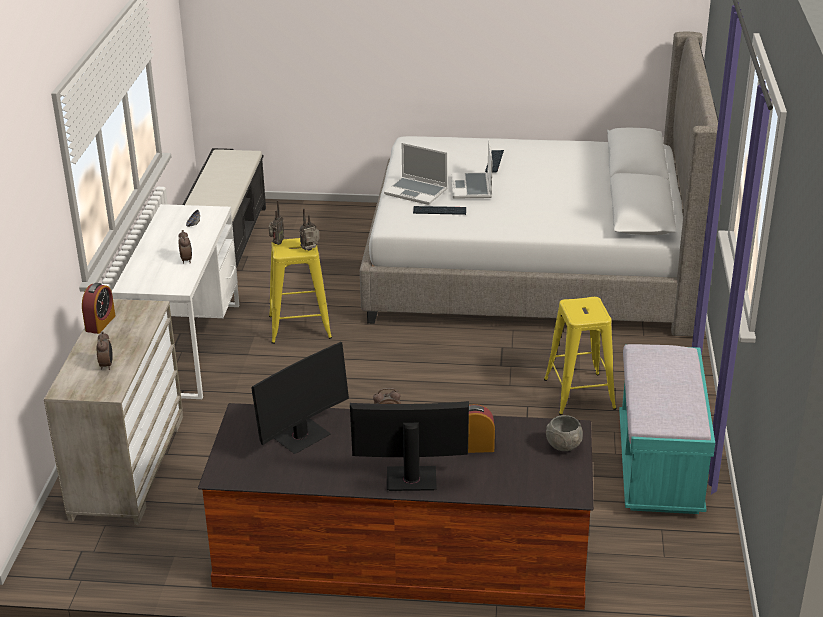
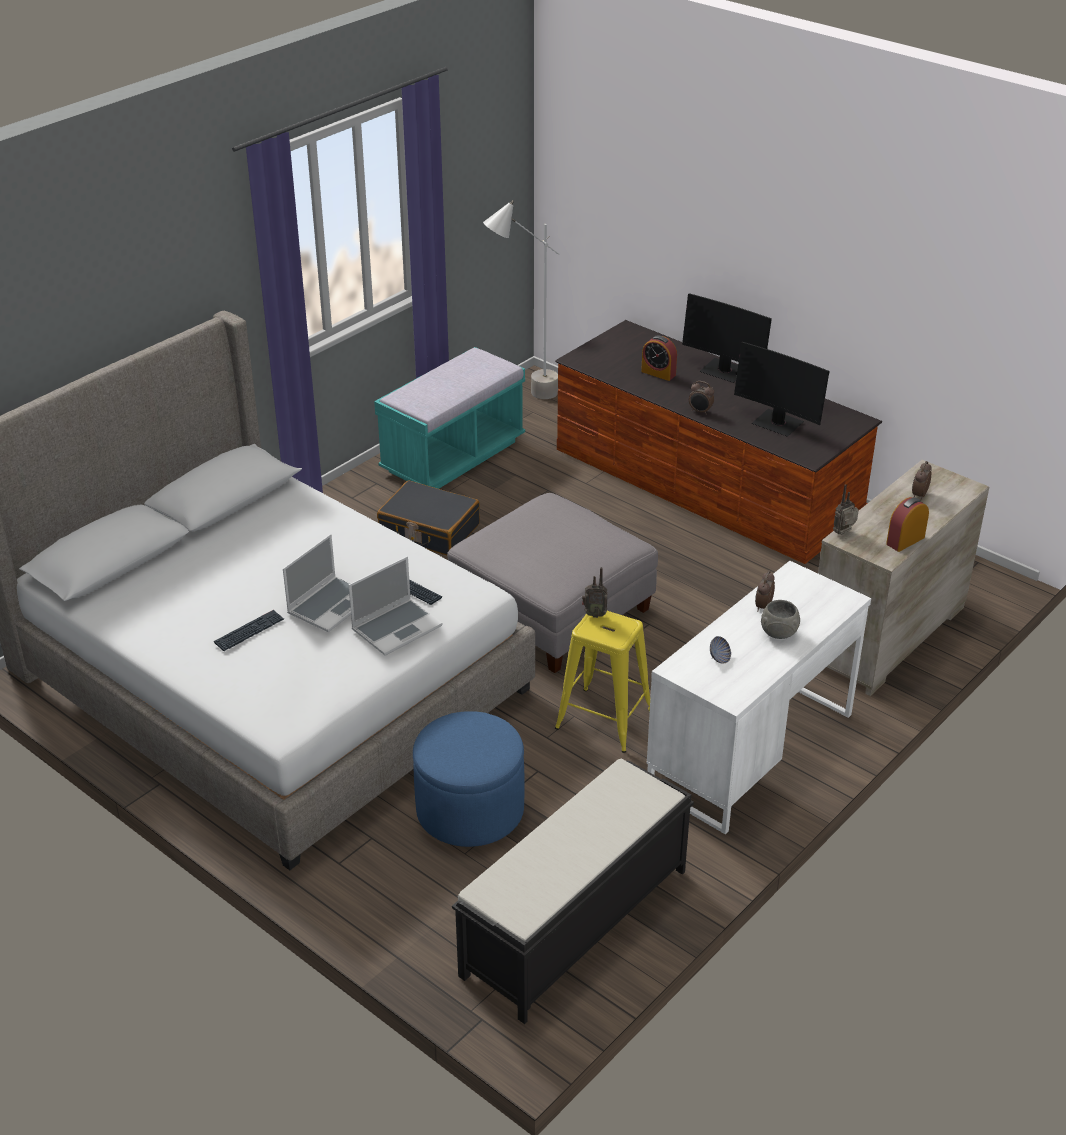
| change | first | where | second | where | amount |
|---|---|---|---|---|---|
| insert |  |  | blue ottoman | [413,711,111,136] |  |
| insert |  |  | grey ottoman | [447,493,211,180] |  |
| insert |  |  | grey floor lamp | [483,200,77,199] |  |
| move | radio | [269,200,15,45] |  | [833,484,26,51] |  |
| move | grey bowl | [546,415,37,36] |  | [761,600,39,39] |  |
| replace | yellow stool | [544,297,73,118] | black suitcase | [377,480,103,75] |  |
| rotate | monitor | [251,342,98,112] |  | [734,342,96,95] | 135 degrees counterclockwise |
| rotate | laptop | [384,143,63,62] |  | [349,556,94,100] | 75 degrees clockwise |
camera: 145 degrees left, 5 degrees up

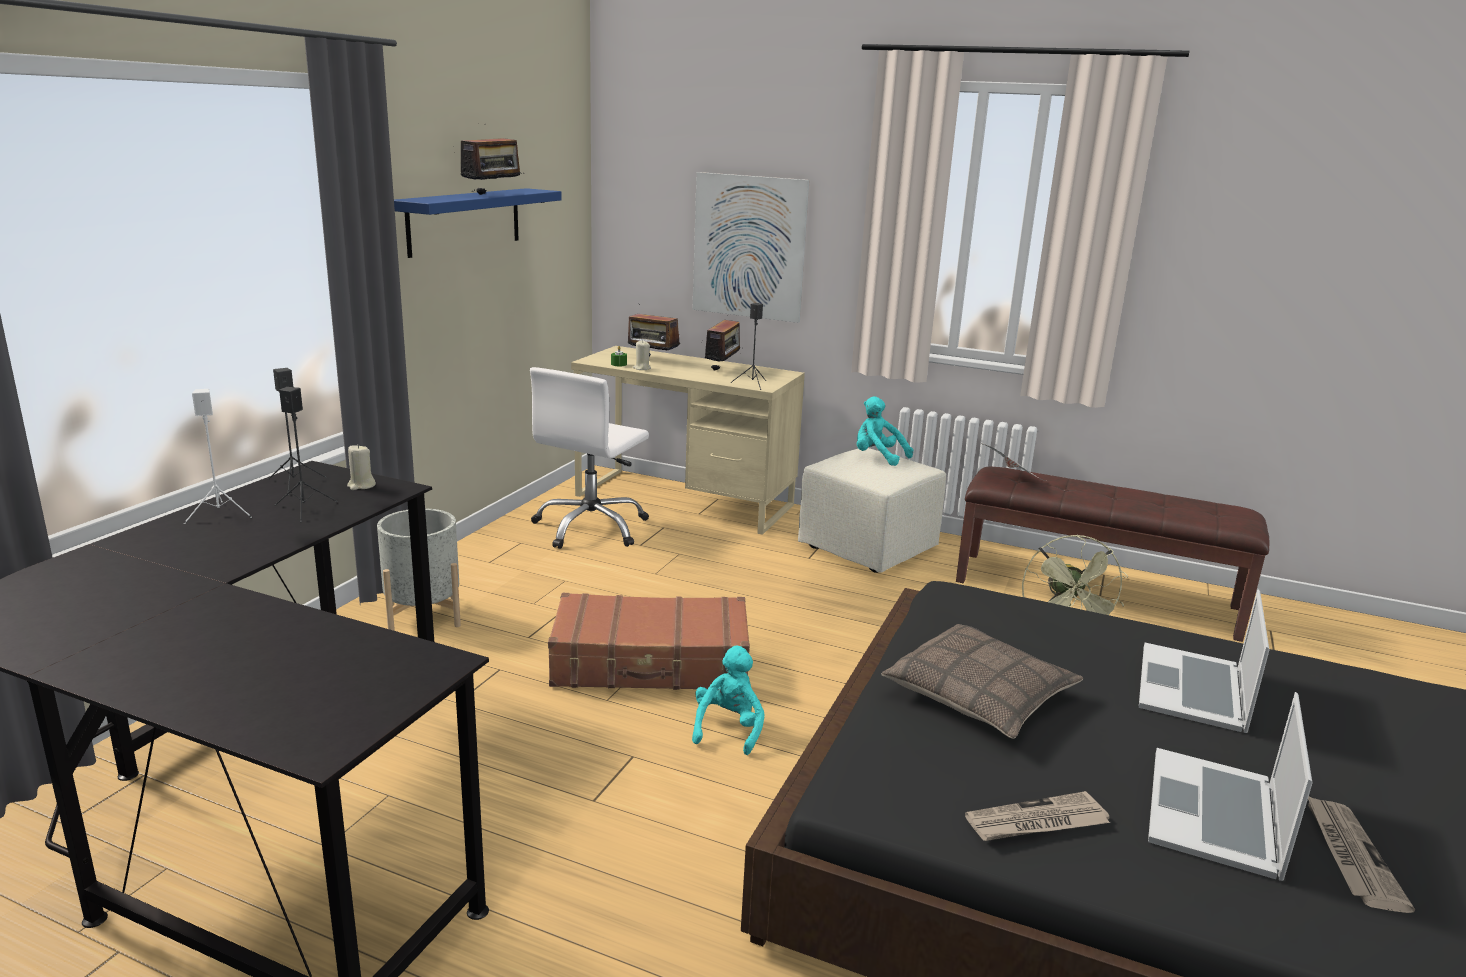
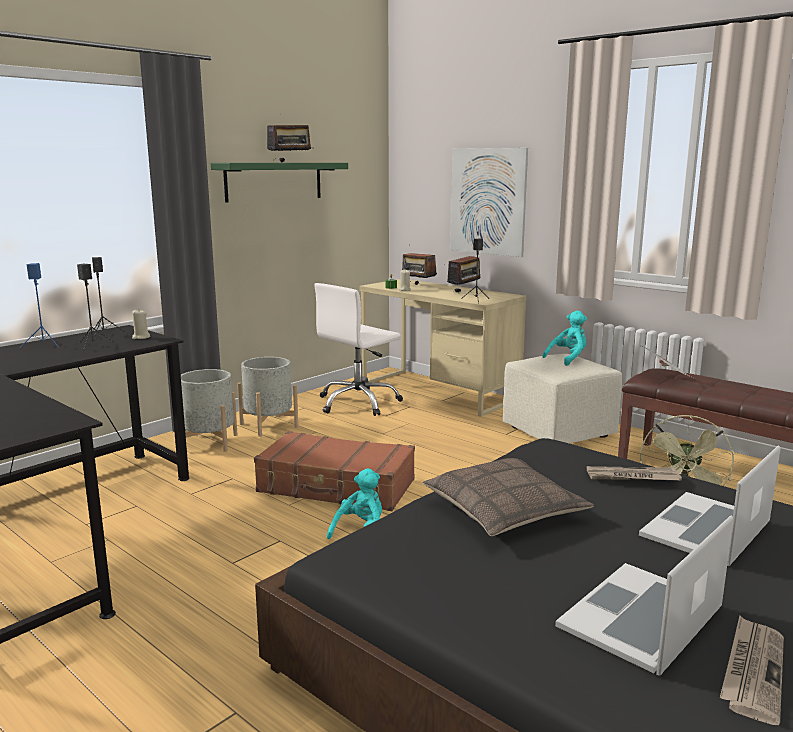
| change | first | where | second | where | amount |
|---|---|---|---|---|---|
| insert |  |  | grey planter | [237,357,61,80] |  |
| move | newspaper | [965,791,145,50] |  | [587,466,95,14] |  |
| recolor | white speaker | [184,389,68,135] | blue speaker | [20,263,40,85] |  |
| recolor | blue shelf | [394,188,168,70] | green shelf | [211,163,137,40] |  |
| rotate | turquoise plush toy | [857,396,56,70] |  | [542,311,45,55] | 90 degrees clockwise |
camera: 20 degrees right, 5 degrees down

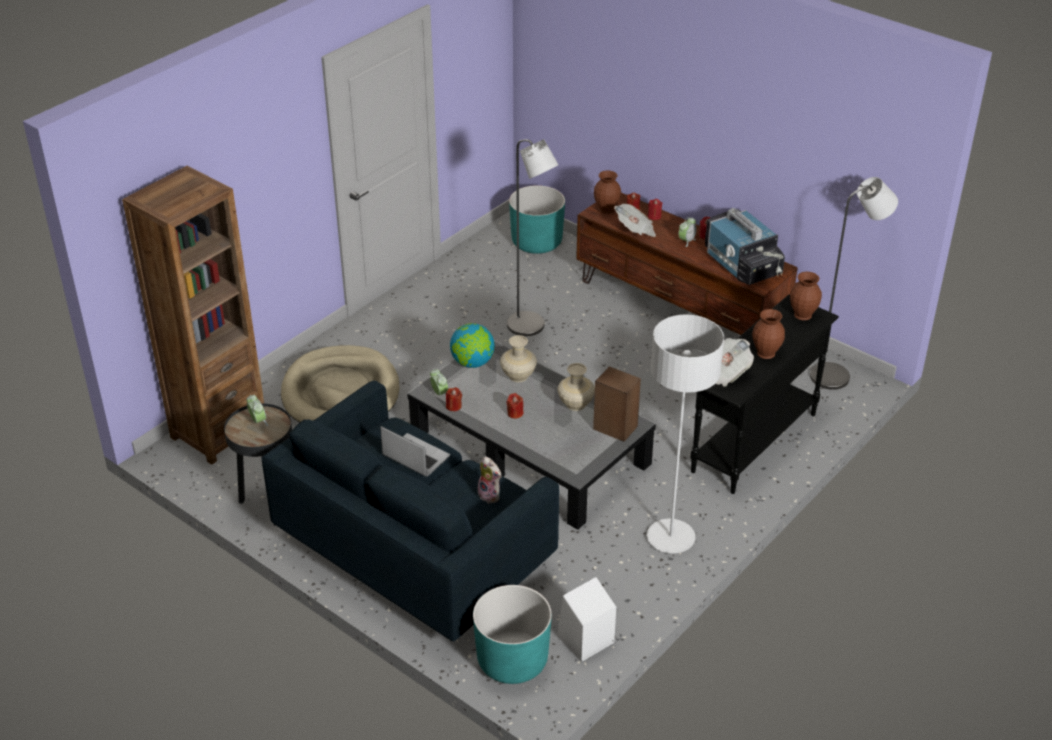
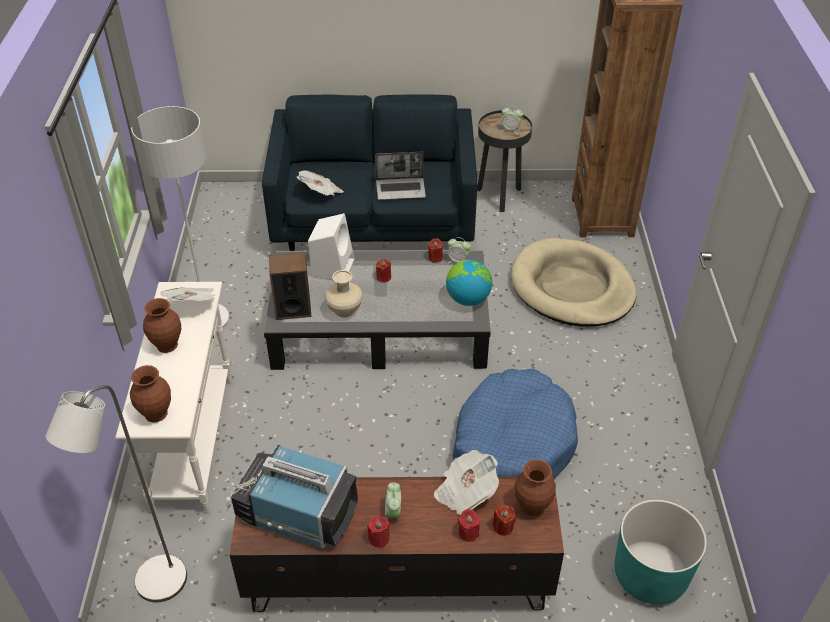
| change | first | where | second | where | amount |
|---|---|---|---|---|---|
| delete | turquoise planter | [473,585,79,99] |  |  |  |
| delete | beige vase | [500,335,37,47] |  |  |  |
| move | white speaker | [557,577,59,84] |  | [308,213,46,67] |  |
| replace | plush toy | [478,457,24,47] | newspaper | [297,170,47,26] |  |
| replace | grey floor lamp | [507,139,51,197] | blue dog bed | [452,368,126,112] |  |
| recolor | black console table | [690,294,149,200] | white console table | [115,282,117,231] |  |
camera: 140 degrees right, 5 degrees up

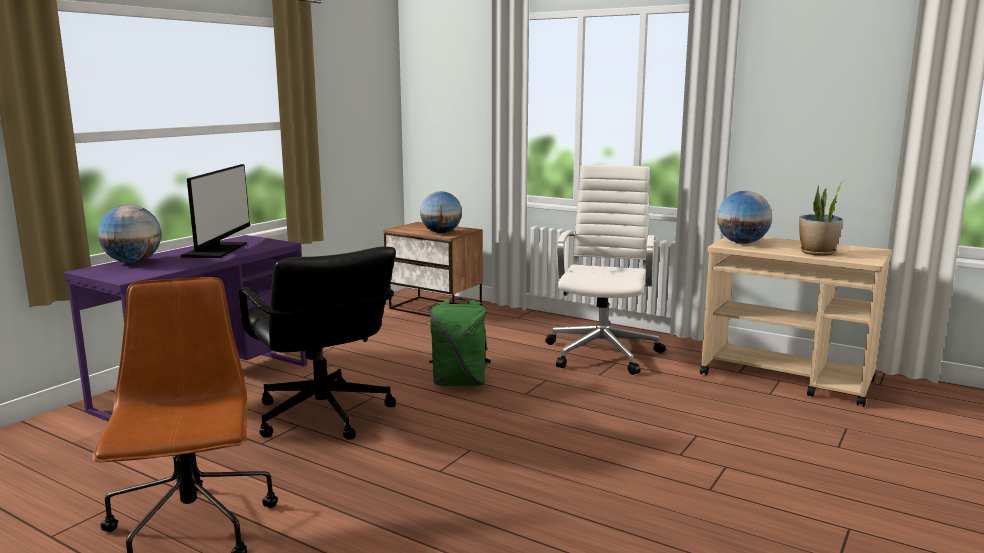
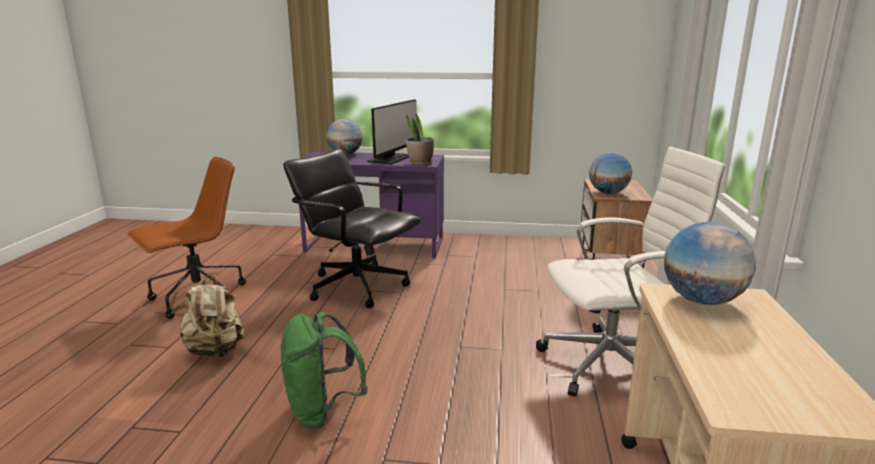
| change | first | where | second | where | amount |
|---|---|---|---|---|---|
| insert |  |  | beige backpack | [180,275,64,83] |  |
| move | green backpack | [429,298,62,88] |  | [281,312,87,116] |  |
| move | potted plant | [799,180,46,75] |  | [406,114,28,51] |  |
| rotate | monitor | [181,164,69,94] |  | [367,99,49,66] | 45 degrees counterclockwise |
| rotate | black office chair | [239,247,157,193] |  | [283,149,138,159] | 90 degrees clockwise |
camera: 65 degrees right, 5 degrees up

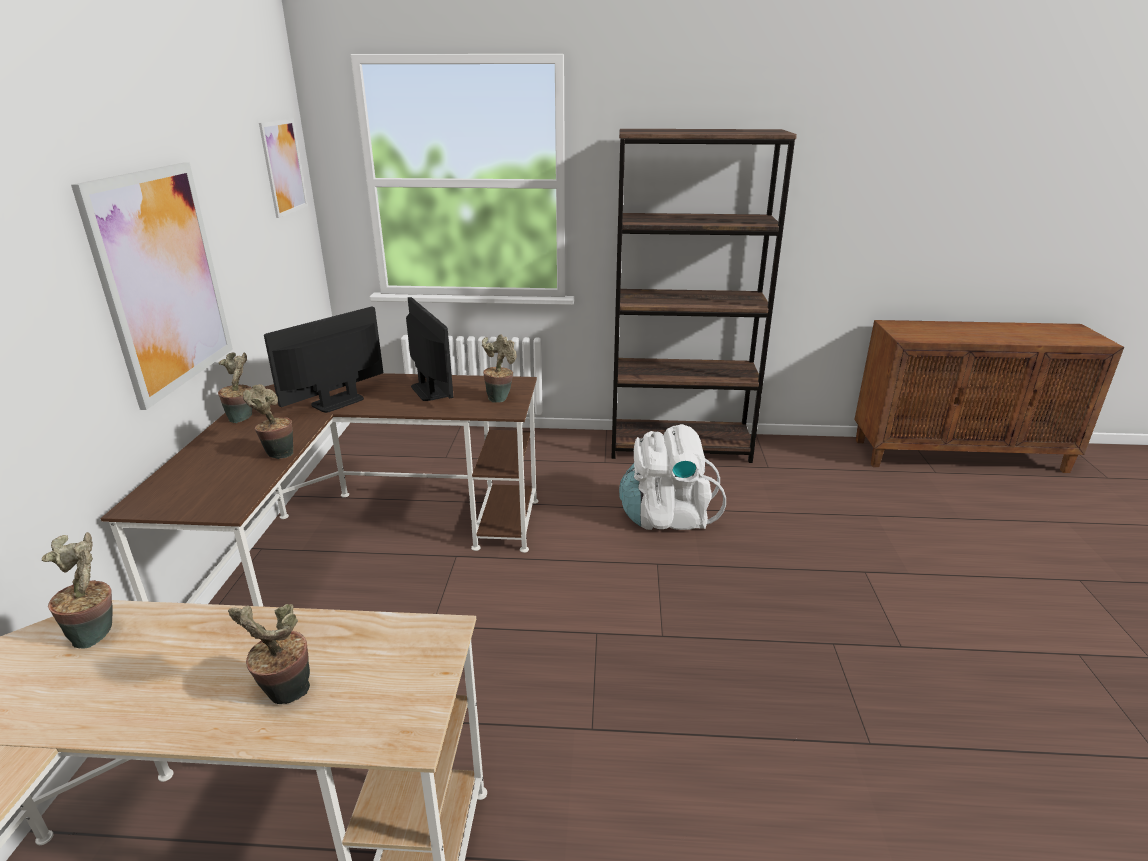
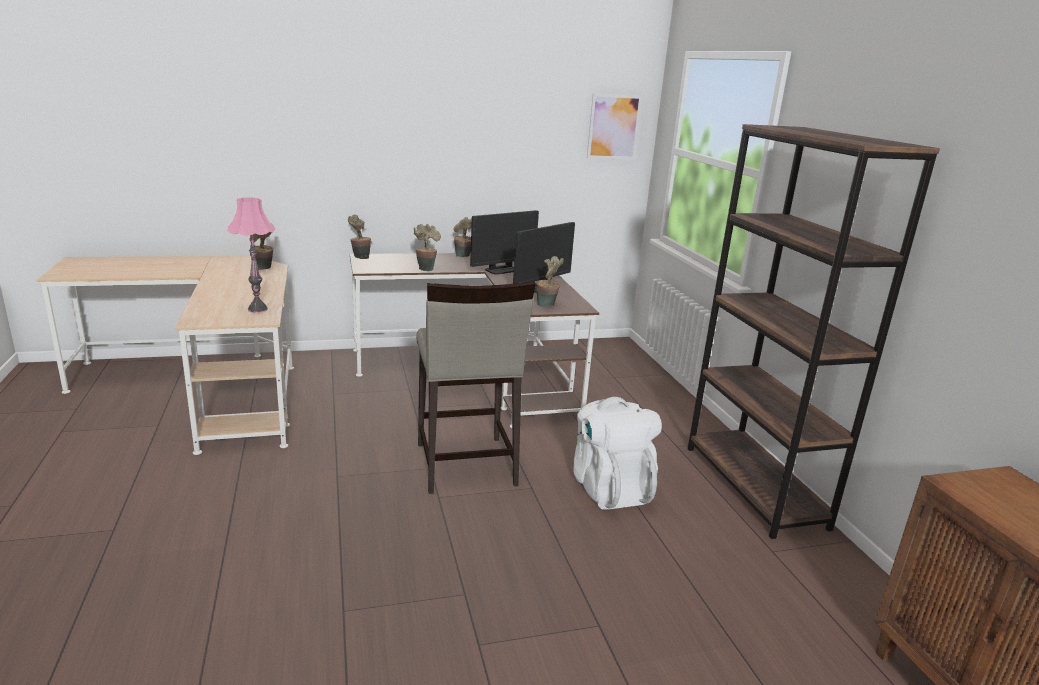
| change | first | where | second | where | amount |
|---|---|---|---|---|---|
| delete | picture | [71,163,162,247] |  |  |  |
| insert |  |  | pink table lamp | [227,197,48,116] |  |
| insert |  |  | beige stool | [416,282,119,212] |  |
| move | potted plant | [228,604,82,100] |  | [348,214,23,45] |  |
| rotate | monitor | [264,306,119,107] |  | [470,210,69,65] | 120 degrees clockwise |
camera: 70 degrees right, 5 degrees down

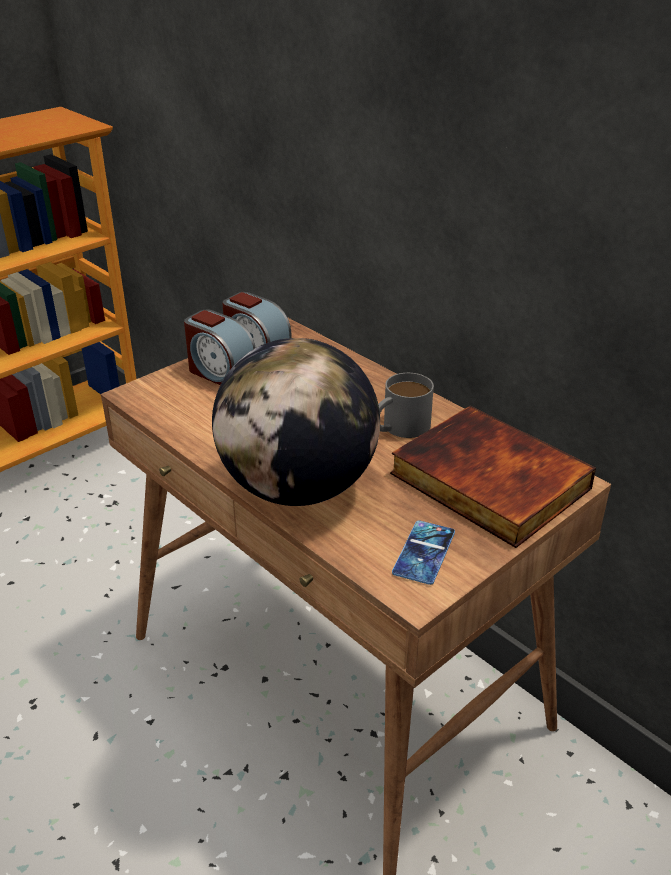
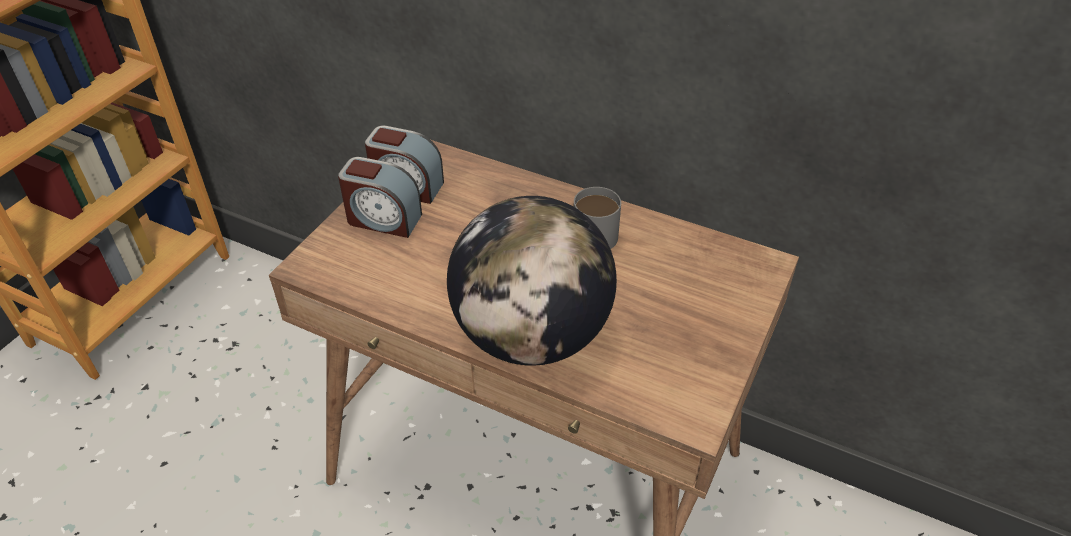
| change | first | where | second | where | amount |
|---|---|---|---|---|---|
| delete | book | [390,406,206,142] |  |  |  |
| delete | phone | [392,521,63,64] |  |  |  |
camera: 20 degrees left, 10 degrees up

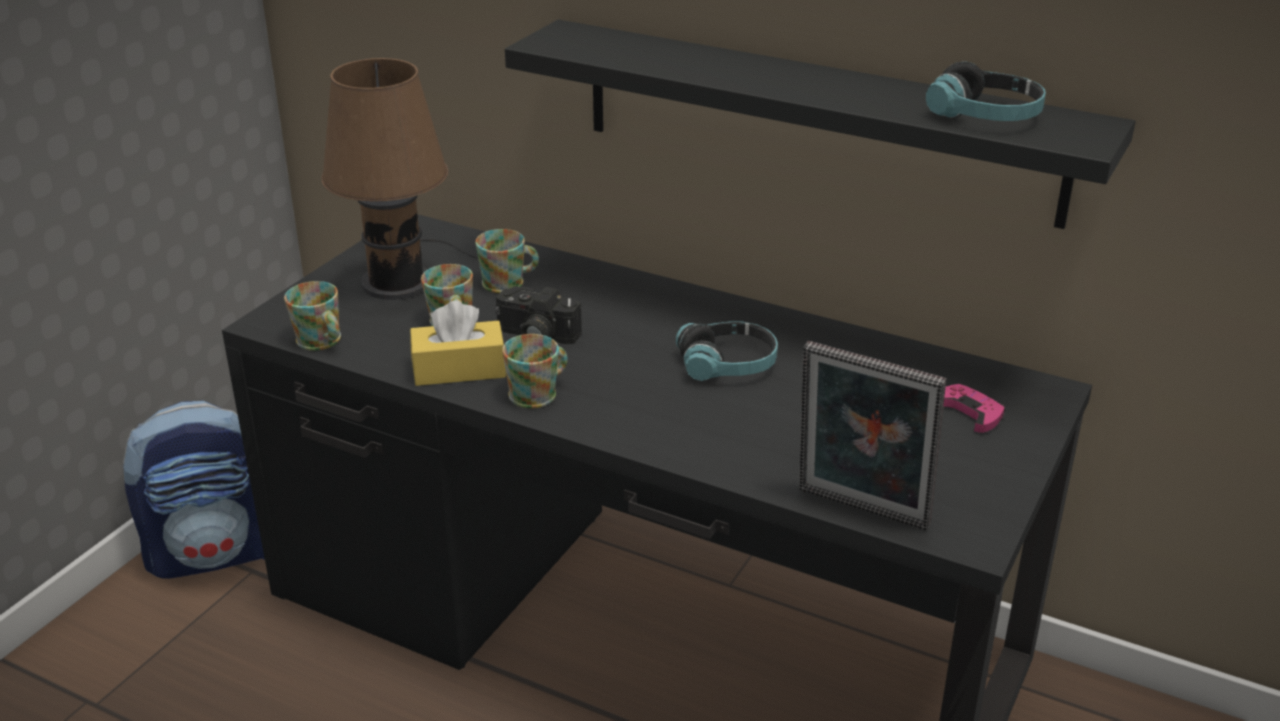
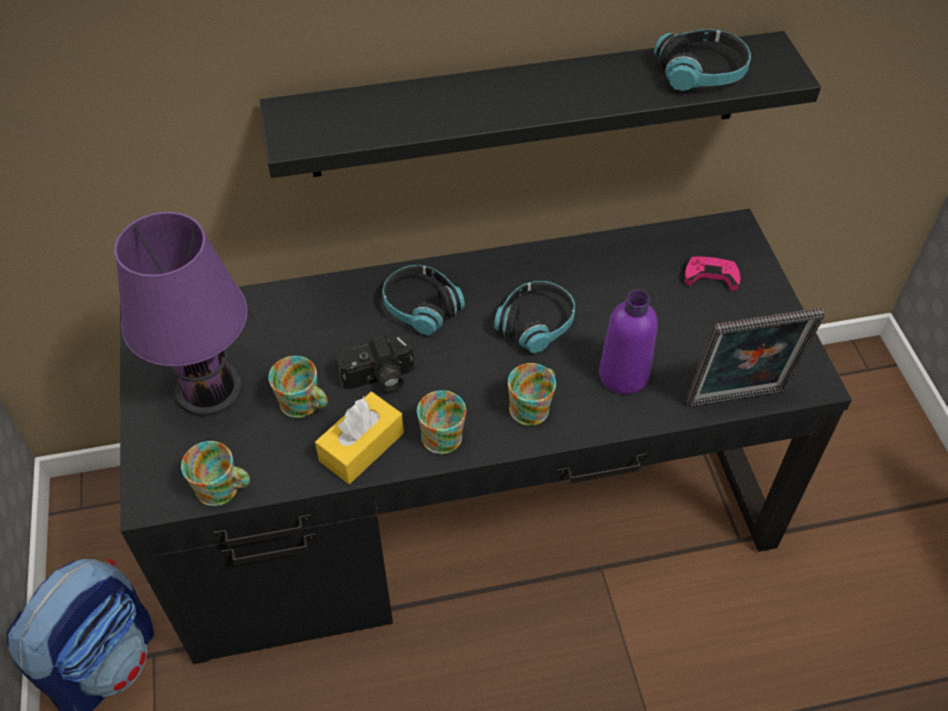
| change | first | where | second | where | amount |
|---|---|---|---|---|---|
| insert |  |  | headphones | [382,265,83,70] |  |
| insert |  |  | purple bottle | [599,290,59,104] |  |
| move | mug | [475,229,64,64] |  | [508,363,48,63] |  |
| recolor | brown table lamp | [321,58,157,242] | purple table lamp | [114,212,138,204] |  |
camera: 40 degrees left, 20 degrees up

